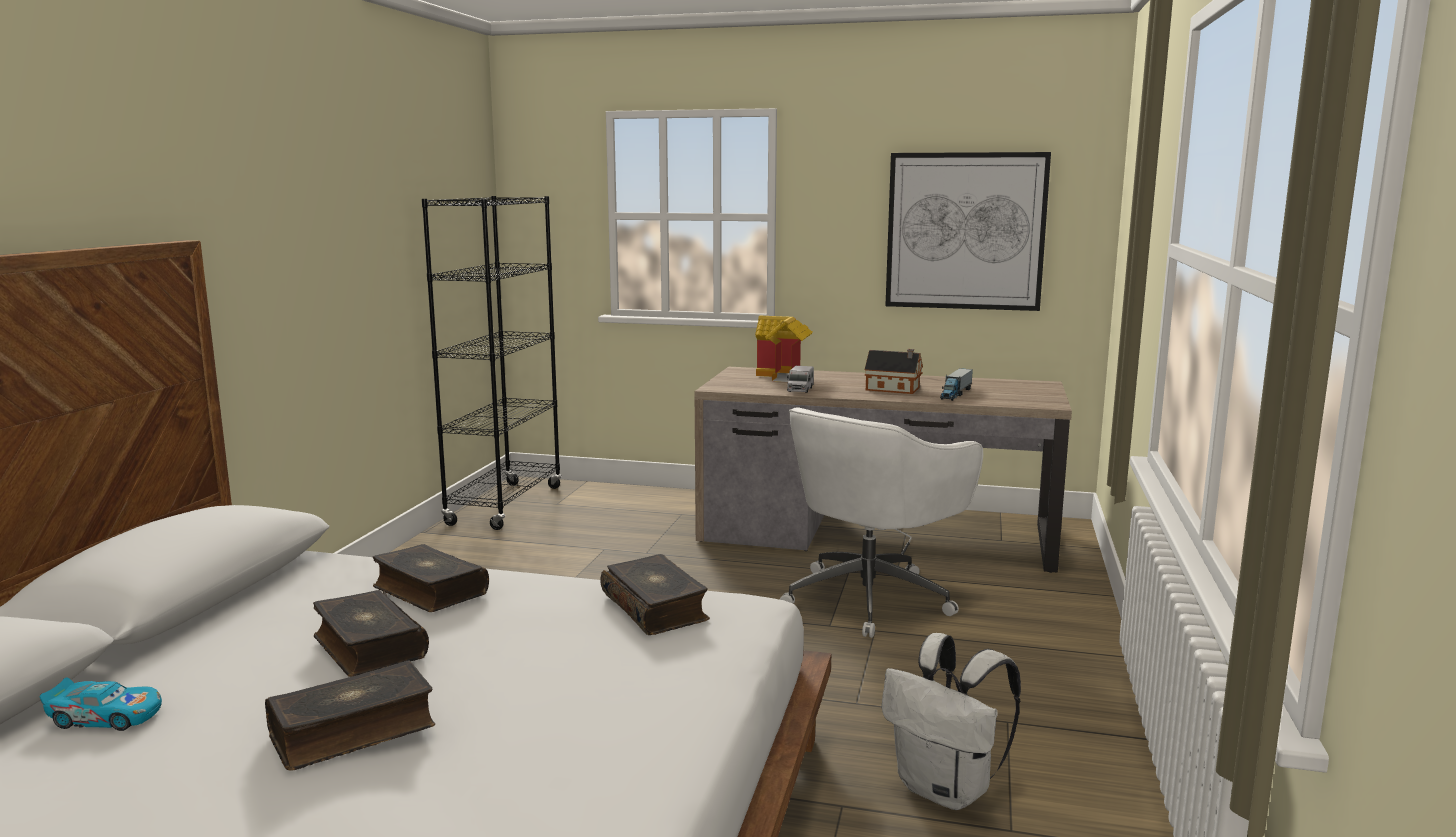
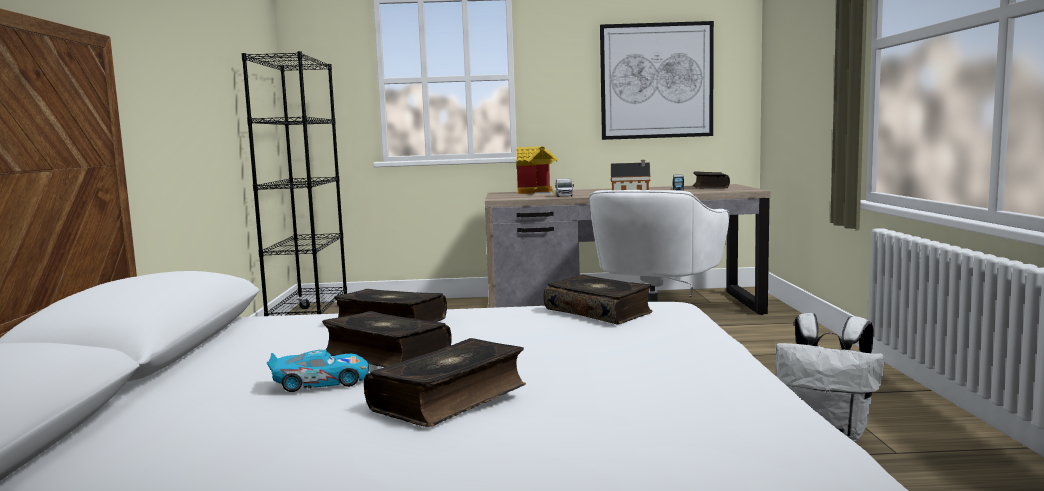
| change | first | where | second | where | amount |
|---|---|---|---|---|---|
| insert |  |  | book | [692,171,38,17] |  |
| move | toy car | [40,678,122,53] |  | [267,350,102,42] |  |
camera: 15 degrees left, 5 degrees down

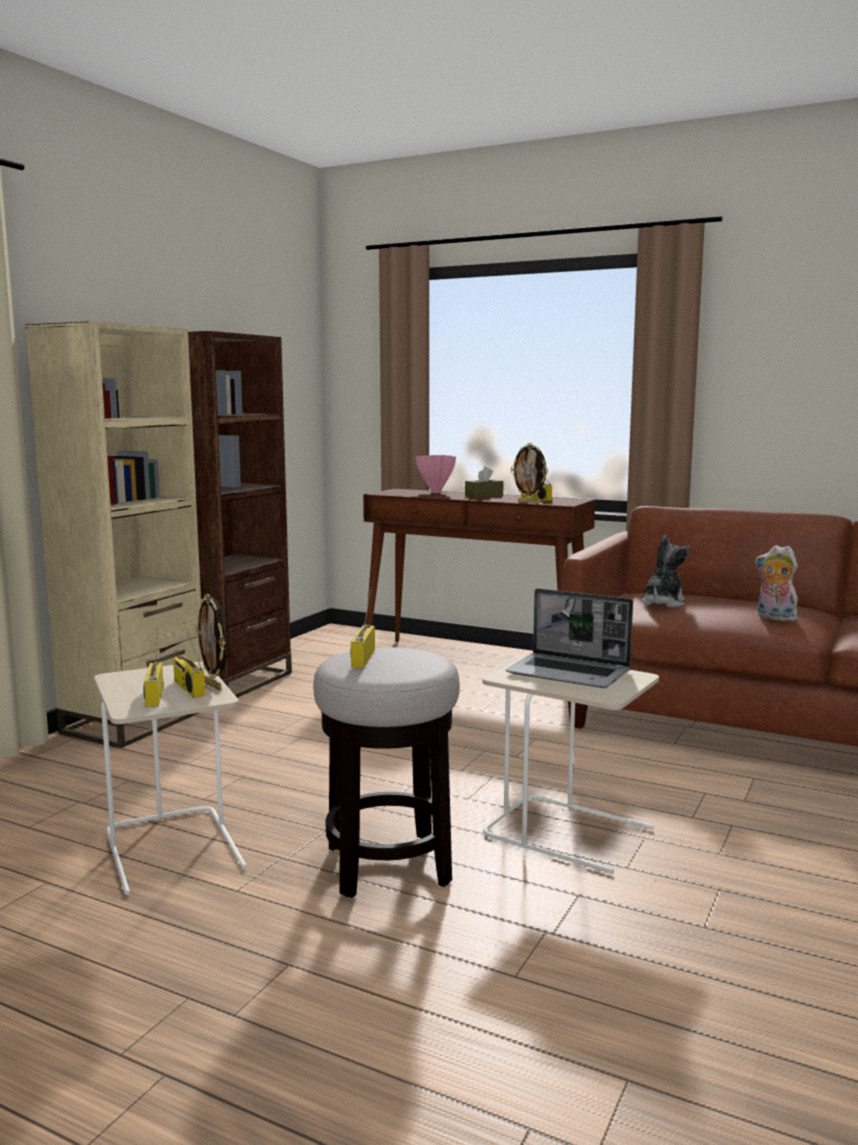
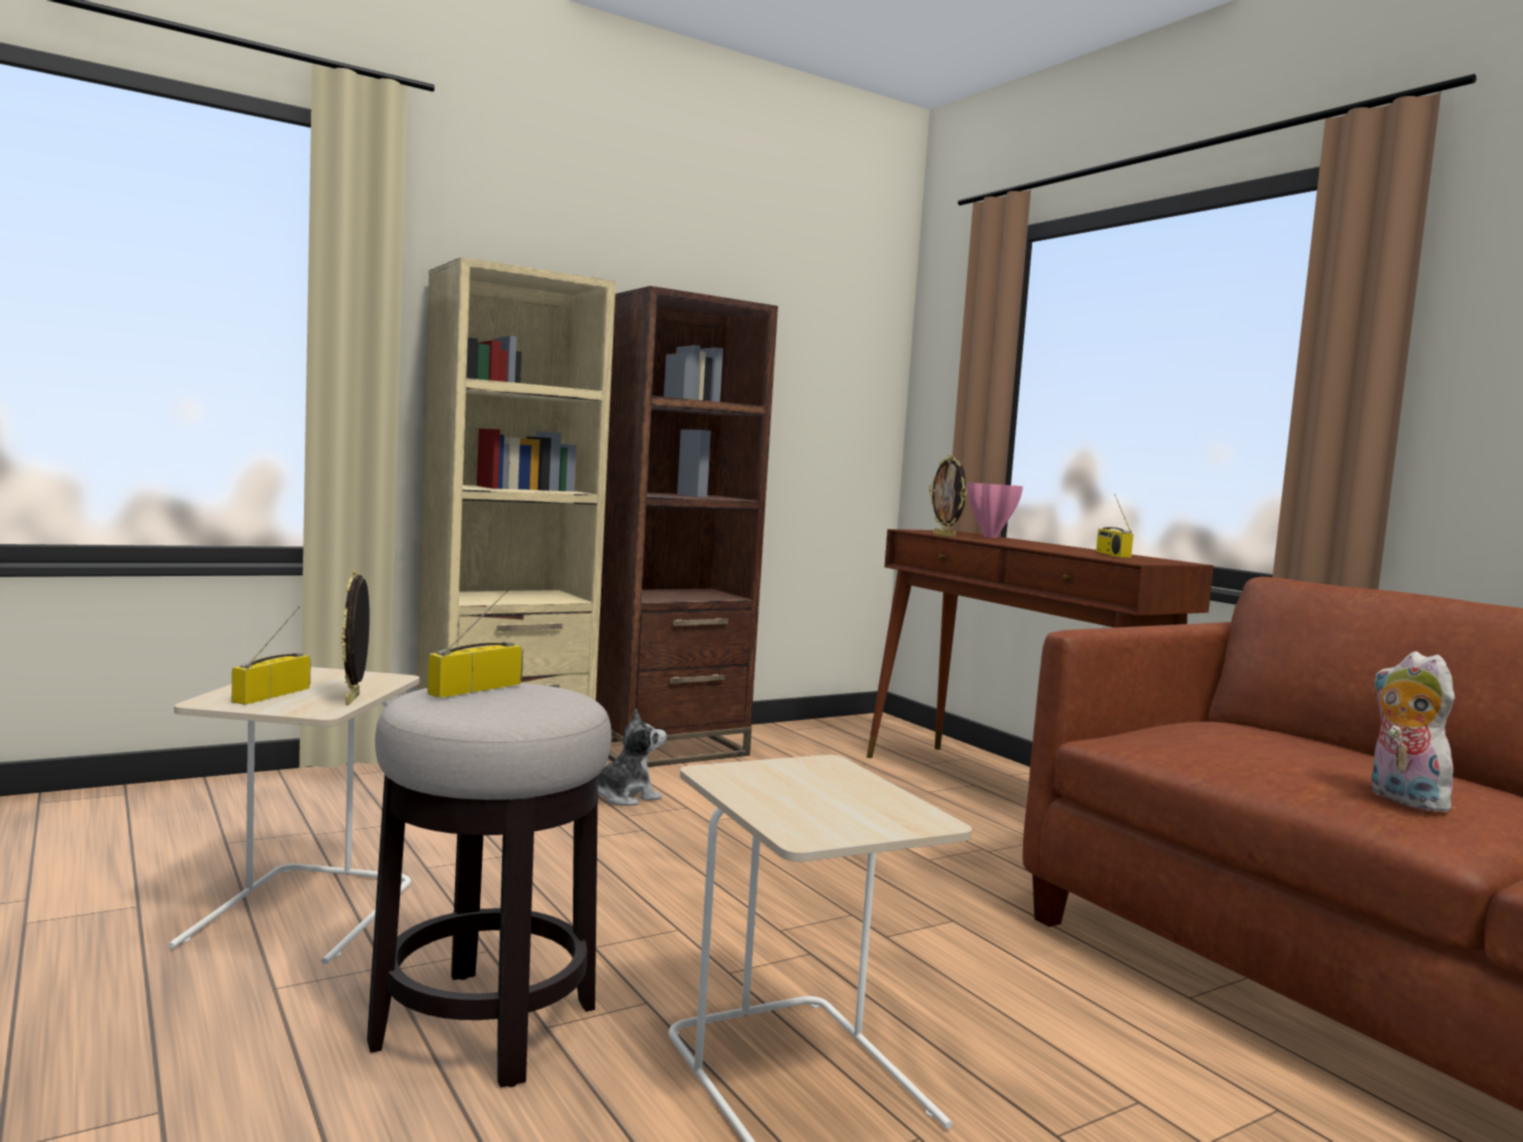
| change | first | where | second | where | amount |
|---|---|---|---|---|---|
| delete | radio | [173,622,32,76] |  |  |  |
| delete | brown tissue box | [465,467,39,31] |  |  |  |
| delete | laptop | [506,588,127,100] |  |  |  |
| move | picture frame | [511,443,37,61] |  | [929,454,38,83] |  |
| move | plush toy | [641,535,49,73] |  | [598,709,69,97] |  |
camera: 30 degrees right, 5 degrees down

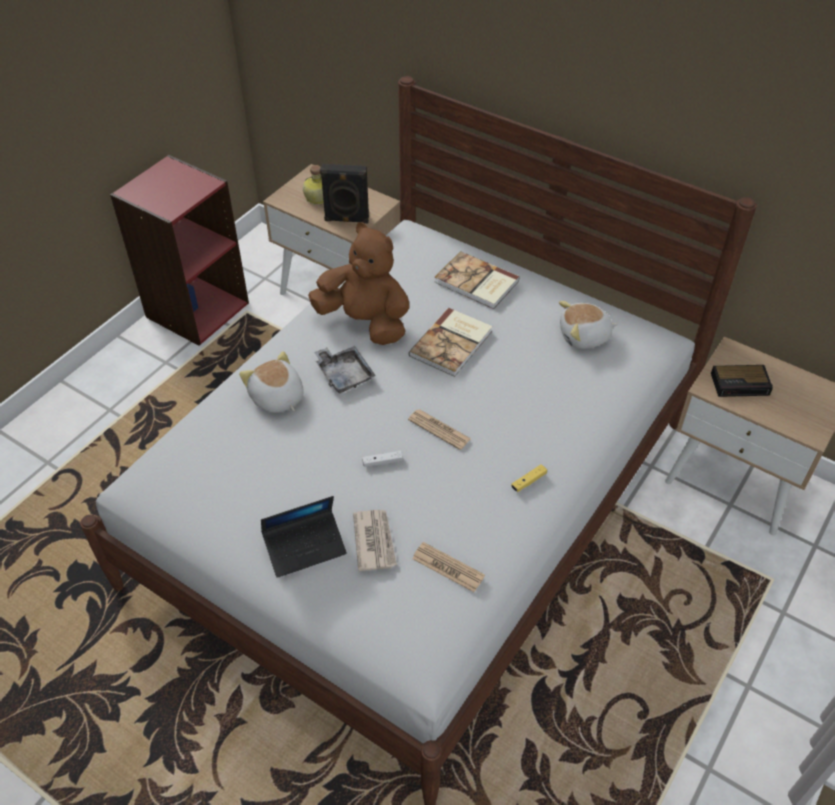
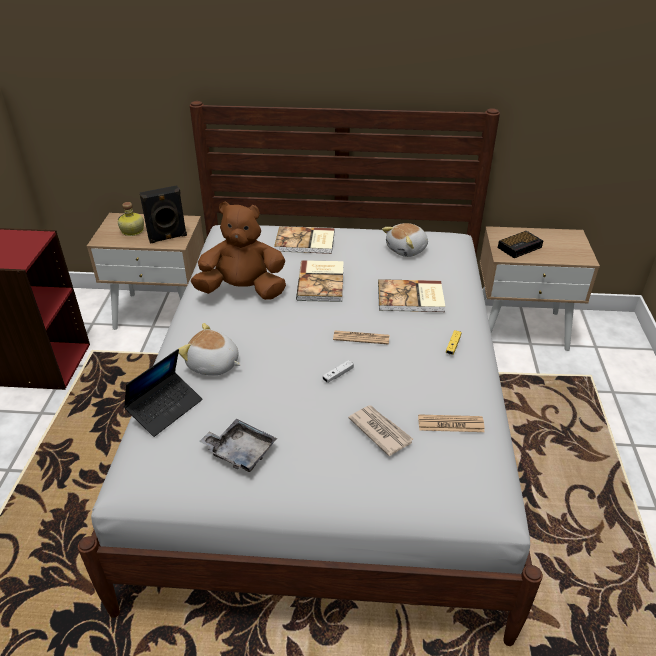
| change | first | where | second | where | amount |
|---|---|---|---|---|---|
| insert |  |  | book | [378,279,67,33] |  |
| move | laptop | [261,496,86,82] |  | [124,349,78,88] |  |
| move | grey tray | [314,346,62,47] |  | [199,419,78,53] |  |
camera: 30 degrees left, 10 degrees down

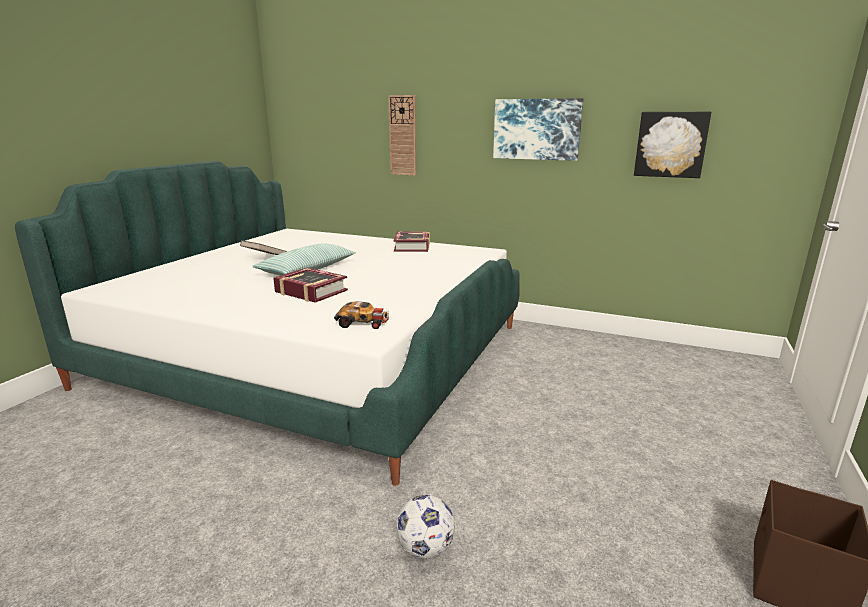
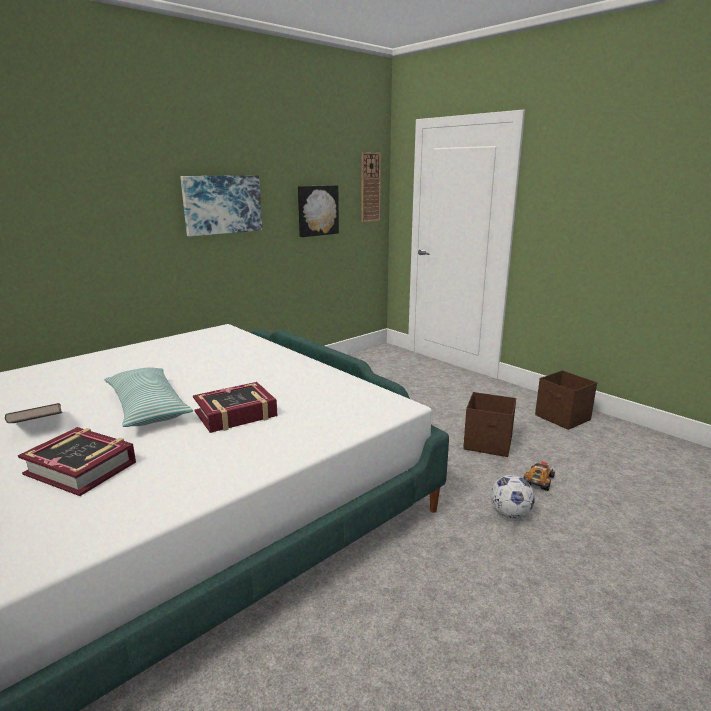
| change | first | where | second | where | amount |
|---|---|---|---|---|---|
| insert |  |  | brown storage box | [463,392,53,65] |  |
| move | toy car | [334,301,55,28] |  | [523,461,32,30] |  |
| move | wall clock | [388,95,28,81] |  | [362,152,19,70] |  |
| move | book | [393,231,37,21] |  | [18,427,118,69] |  |
camera: 65 degrees left, 0 degrees up

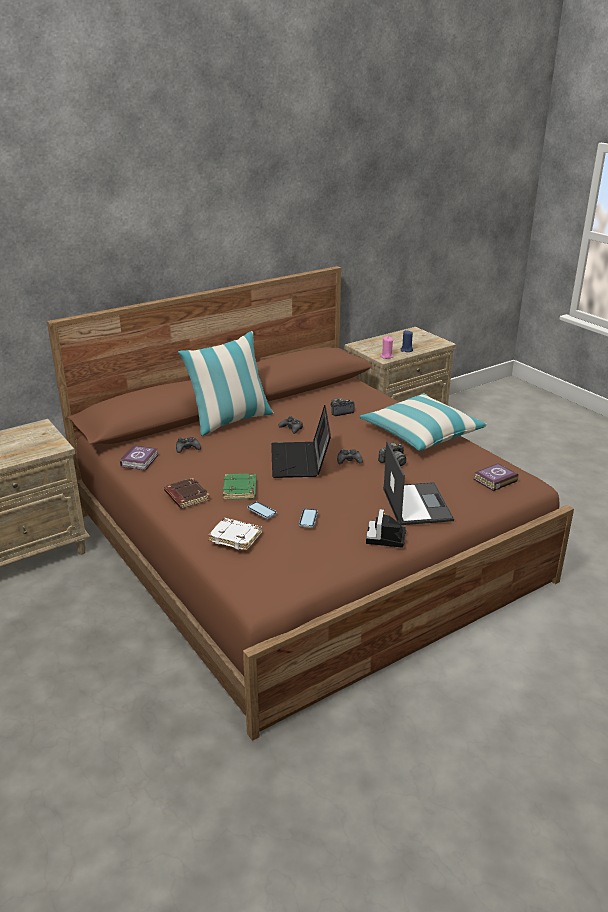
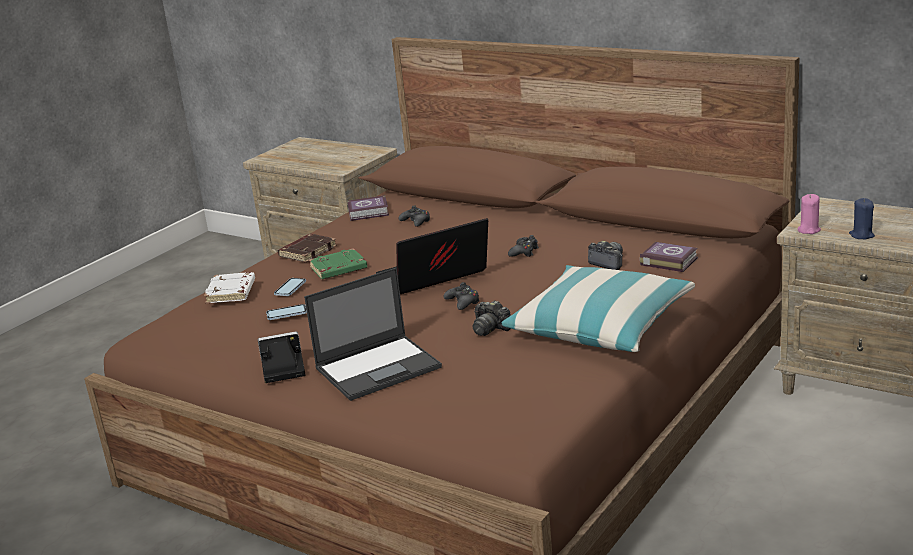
| change | first | where | second | where | amount |
|---|---|---|---|---|---|
| delete | pillow | [178,331,96,105] |  |  |  |
| move | book | [473,463,46,28] |  | [640,242,58,30] |  |
camera: 70 degrees right, 5 degrees down

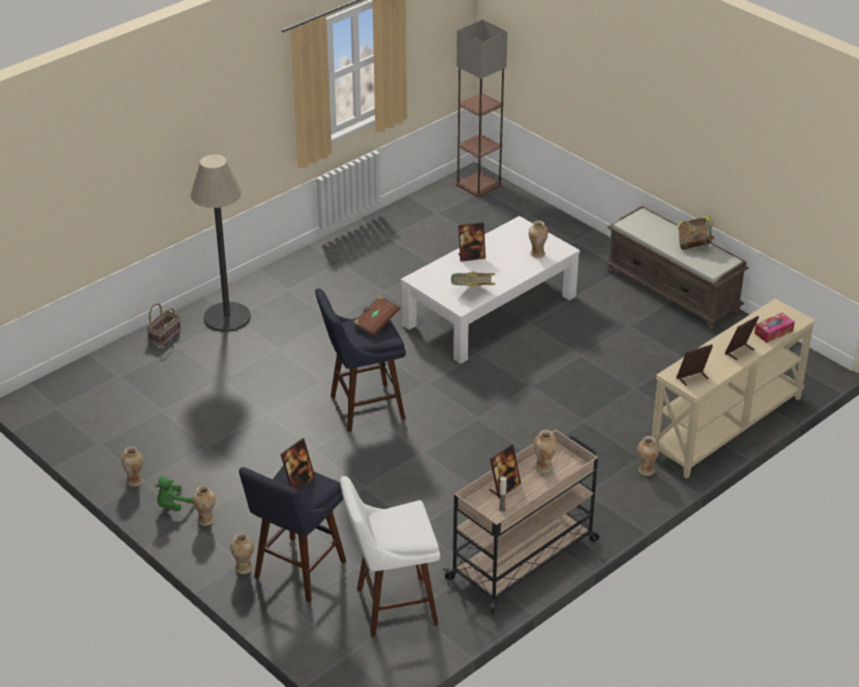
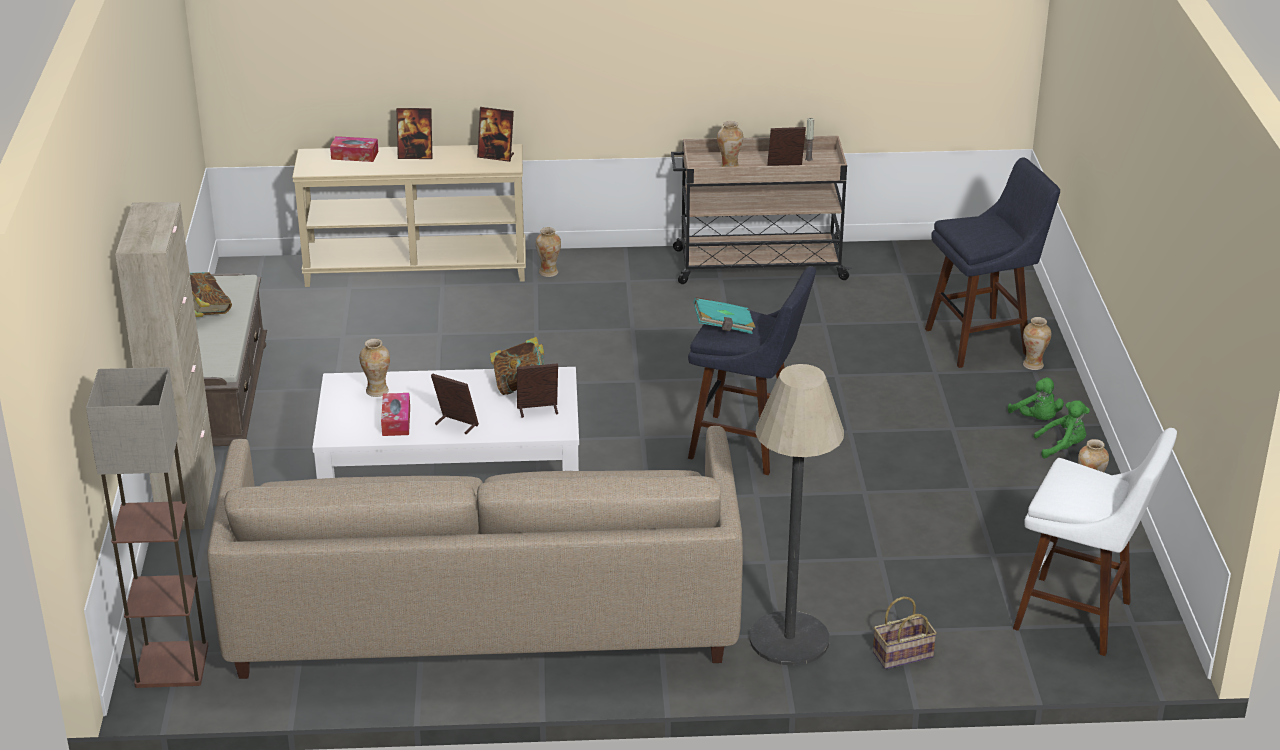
| change | first | where | second | where | amount |
|---|---|---|---|---|---|
| insert |  |  | beige cabinet | [115,202,101,328] |  |
| insert |  |  | beige sofa | [207,426,536,253] |  |
| insert |  |  | tissue box | [381,393,29,43] |  |
| move | picture frame | [280,438,35,53] |  | [517,363,41,55] |  |
| move | white stool | [340,476,100,161] |  | [1013,428,164,228] |  |
| replace | vase | [193,485,22,41] | green plush toy | [1008,377,56,43] |  |
| recolor | brown book | [353,296,47,40] | turquoise book | [693,297,63,37] |  |
camera: 140 degrees left, 5 degrees down

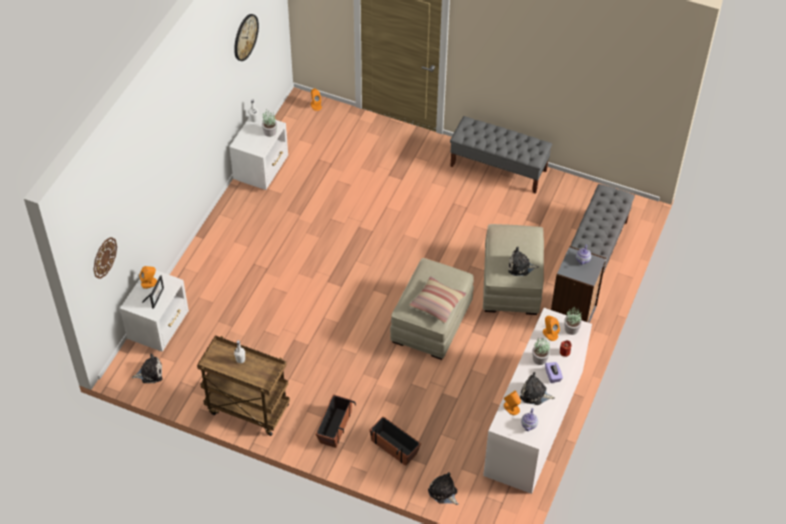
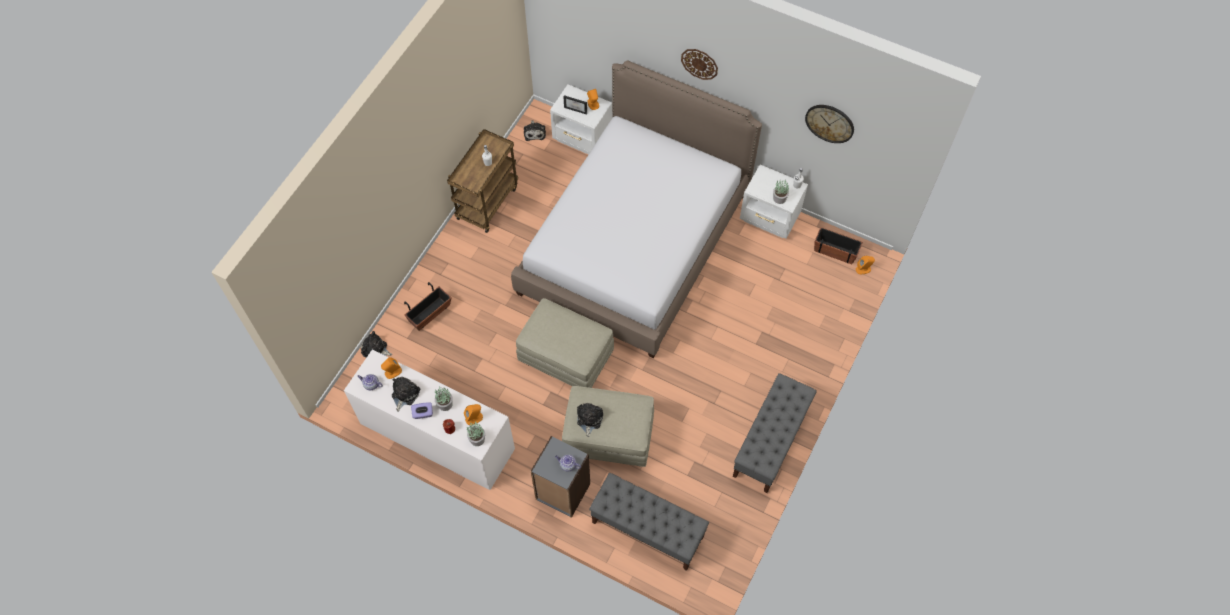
| change | first | where | second | where | amount |
|---|---|---|---|---|---|
| delete | pillow | [409,276,57,48] |  |  |  |
| insert |  |  | bed | [511,61,251,297] |  |
| move | wall clock | [93,237,24,42] |  | [681,49,37,31] |  |
| move | planter | [315,394,41,54] |  | [814,227,49,37] |  |
| rotate | plush toy | [428,472,31,33] |  | [361,331,31,27] | 120 degrees counterclockwise |
camera: 95 degrees right, 10 degrees up

